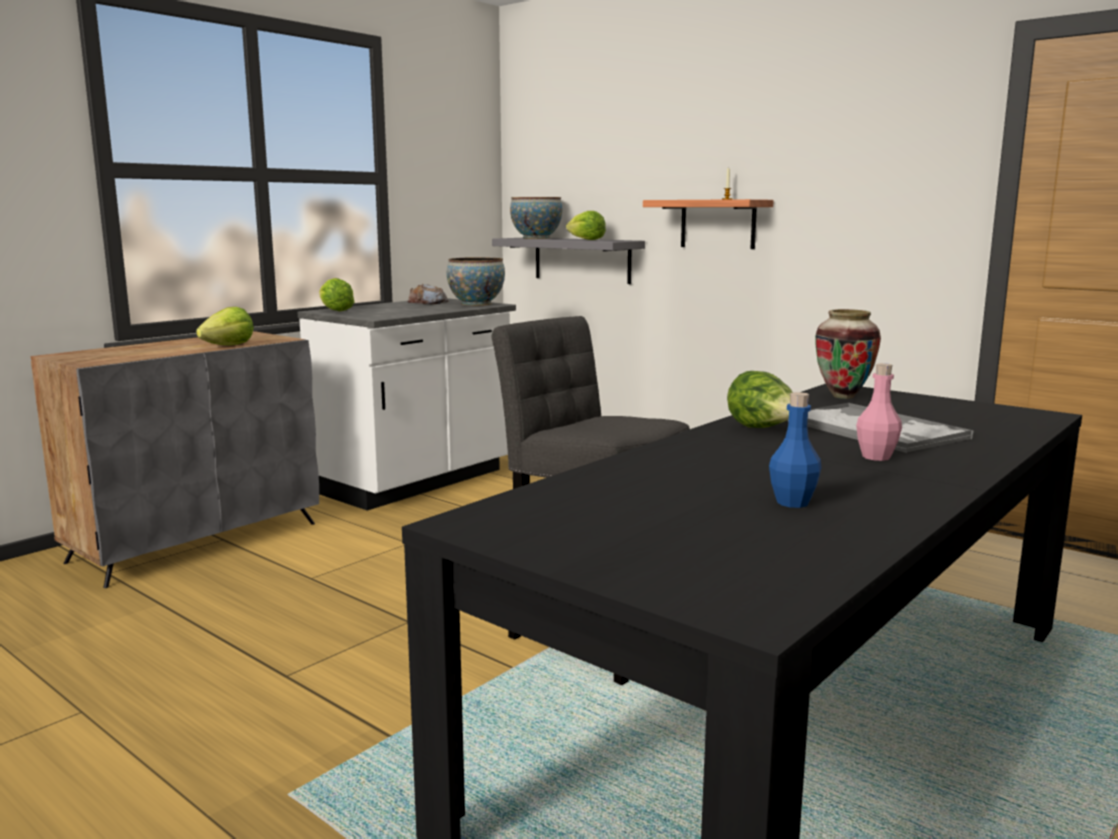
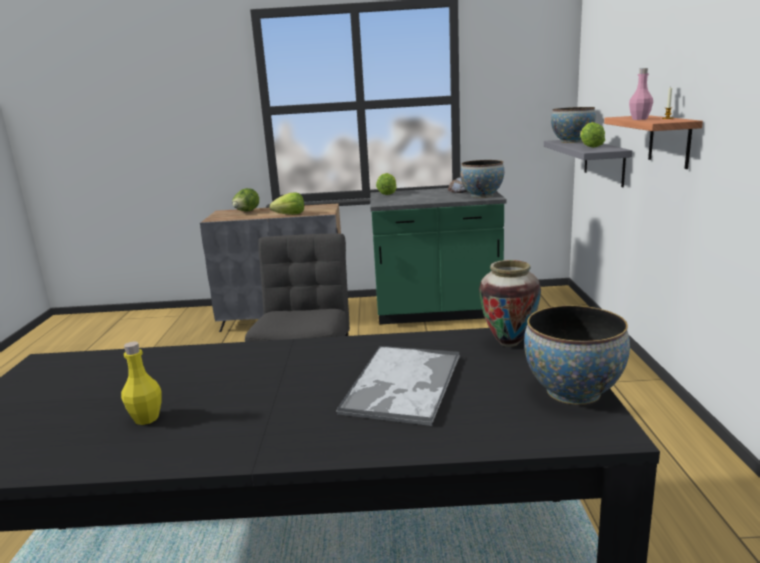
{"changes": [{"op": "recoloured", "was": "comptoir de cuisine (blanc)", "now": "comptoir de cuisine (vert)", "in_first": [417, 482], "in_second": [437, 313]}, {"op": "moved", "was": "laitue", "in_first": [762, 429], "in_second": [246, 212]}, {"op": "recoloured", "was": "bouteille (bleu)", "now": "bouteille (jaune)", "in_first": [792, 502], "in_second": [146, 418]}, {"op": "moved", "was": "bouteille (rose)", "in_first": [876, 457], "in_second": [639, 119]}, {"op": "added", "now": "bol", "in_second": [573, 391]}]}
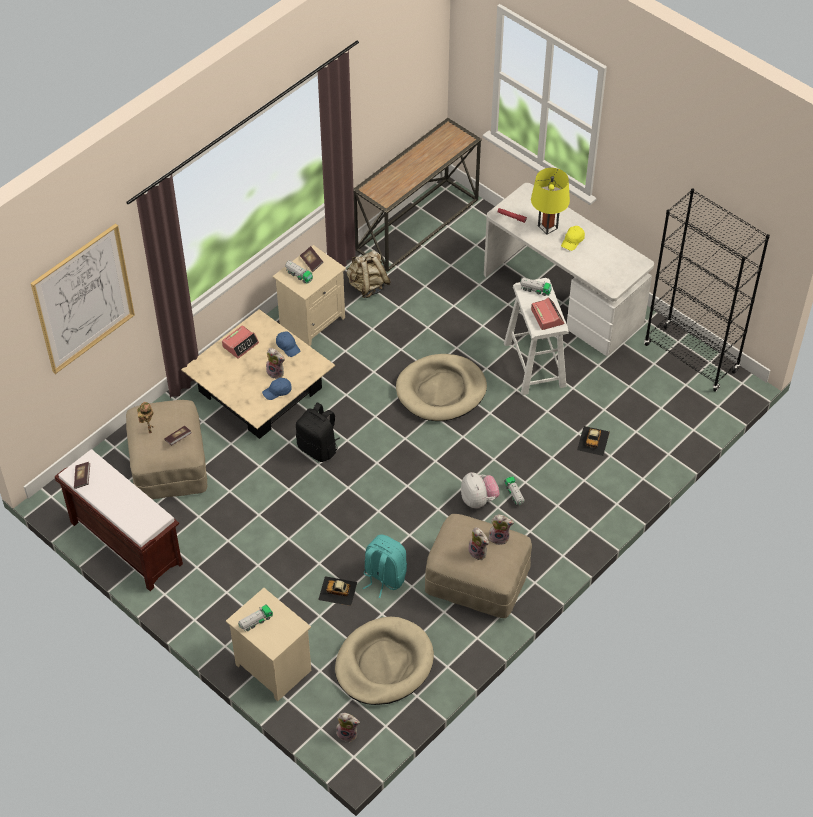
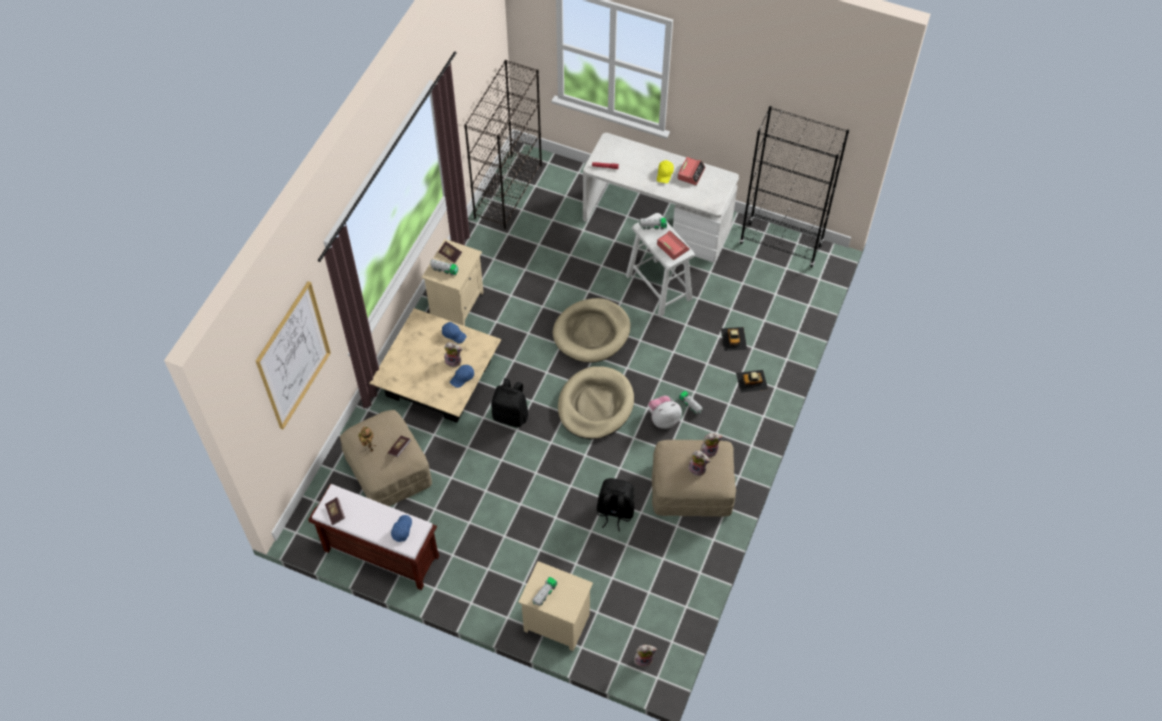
{"changes": [{"op": "moved", "was": "réveil", "in_first": [240, 344], "in_second": [691, 173]}, {"op": "moved", "was": "petite voiture", "in_first": [338, 591], "in_second": [752, 381]}, {"op": "moved", "was": "panier pour chien (beige)", "in_first": [384, 664], "in_second": [595, 405]}, {"op": "removed", "was": "sac à dos (beige)", "in_first": [367, 286]}, {"op": "replaced", "was": "table console", "now": "bibliothèque (noir)", "in_first": [416, 223], "in_second": [508, 191]}, {"op": "recoloured", "was": "sac à dos (turquoise)", "now": "sac à dos (noir)", "in_first": [384, 577], "in_second": [614, 512]}, {"op": "turned", "was": "peluche", "in_first": [478, 500], "in_second": [663, 419], "clockwise": -75}, {"op": "removed", "was": "lampe de table (jaune)", "in_first": [547, 227]}, {"op": "added", "now": "casquette (bleu)", "in_second": [402, 530]}]}
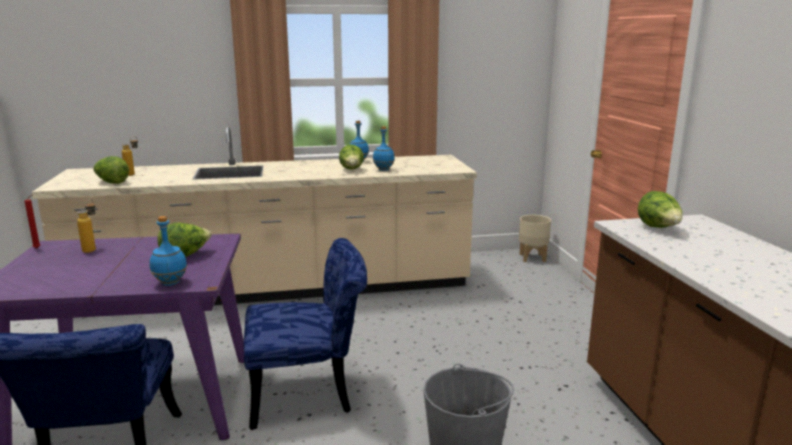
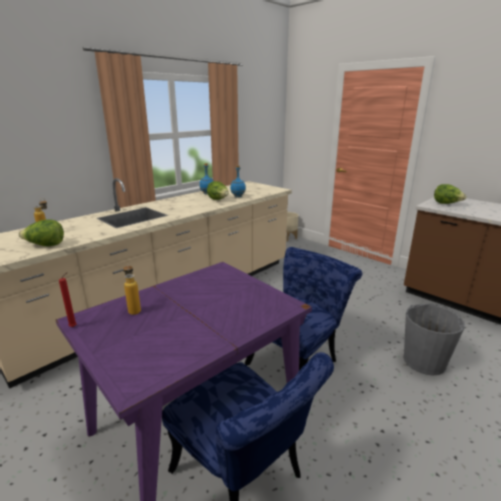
{"changes": [{"op": "removed", "was": "bouteille (bleu)", "in_first": [170, 283]}, {"op": "removed", "was": "laitue", "in_first": [185, 256]}]}
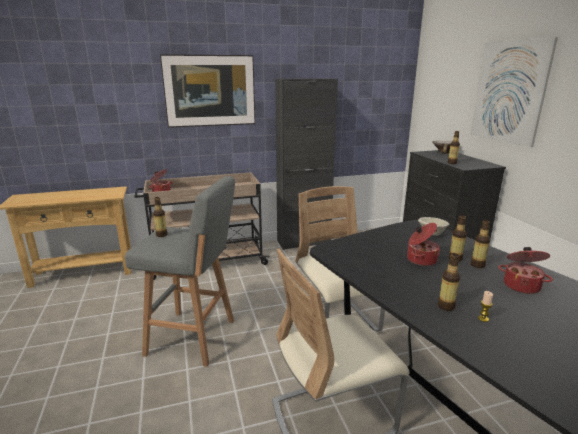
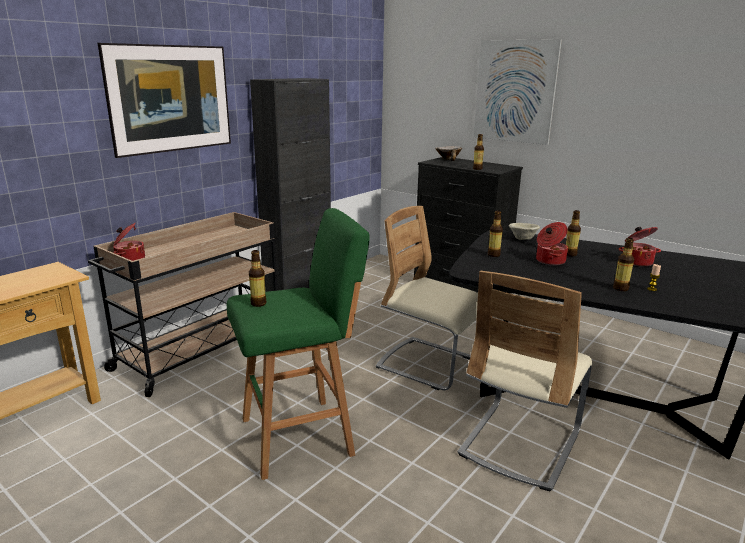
{"changes": [{"op": "recoloured", "was": "tabouret (gris)", "now": "tabouret (vert)", "in_first": [194, 338], "in_second": [301, 435]}, {"op": "moved", "was": "bouteille", "in_first": [477, 265], "in_second": [493, 255]}]}
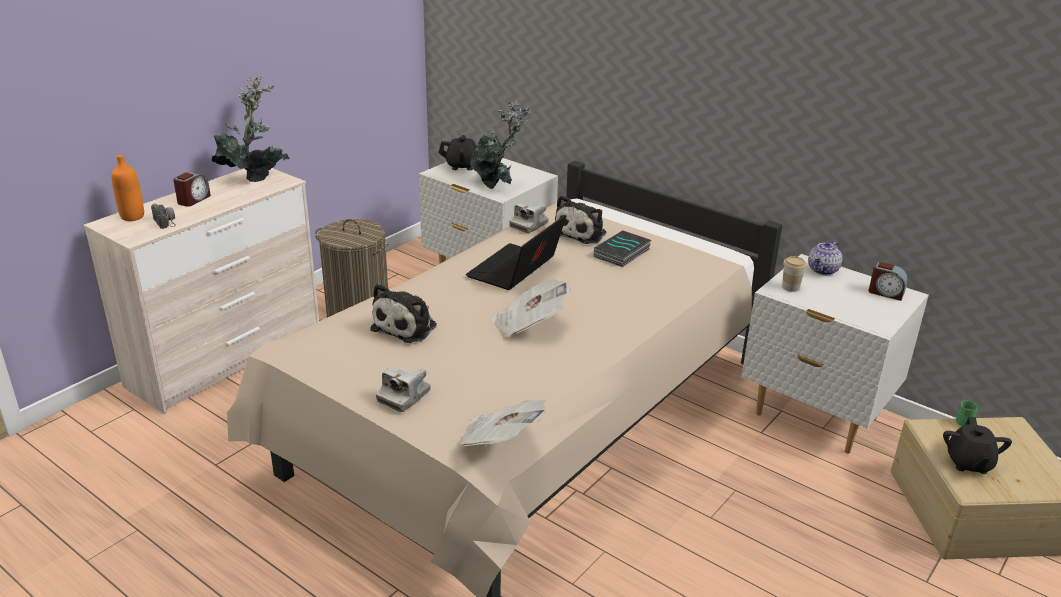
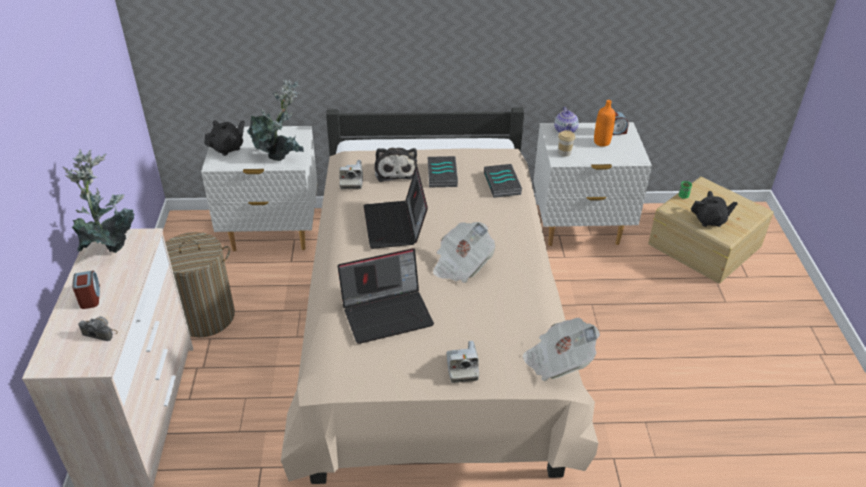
{"changes": [{"op": "moved", "was": "bouteille (orange)", "in_first": [132, 216], "in_second": [601, 142]}, {"op": "replaced", "was": "peluche", "now": "ordinateur portable", "in_first": [407, 326], "in_second": [387, 313]}, {"op": "turned", "was": "théière (noir)", "in_first": [968, 463], "in_second": [710, 220], "clockwise": -60}, {"op": "added", "now": "livre", "in_second": [503, 184]}]}
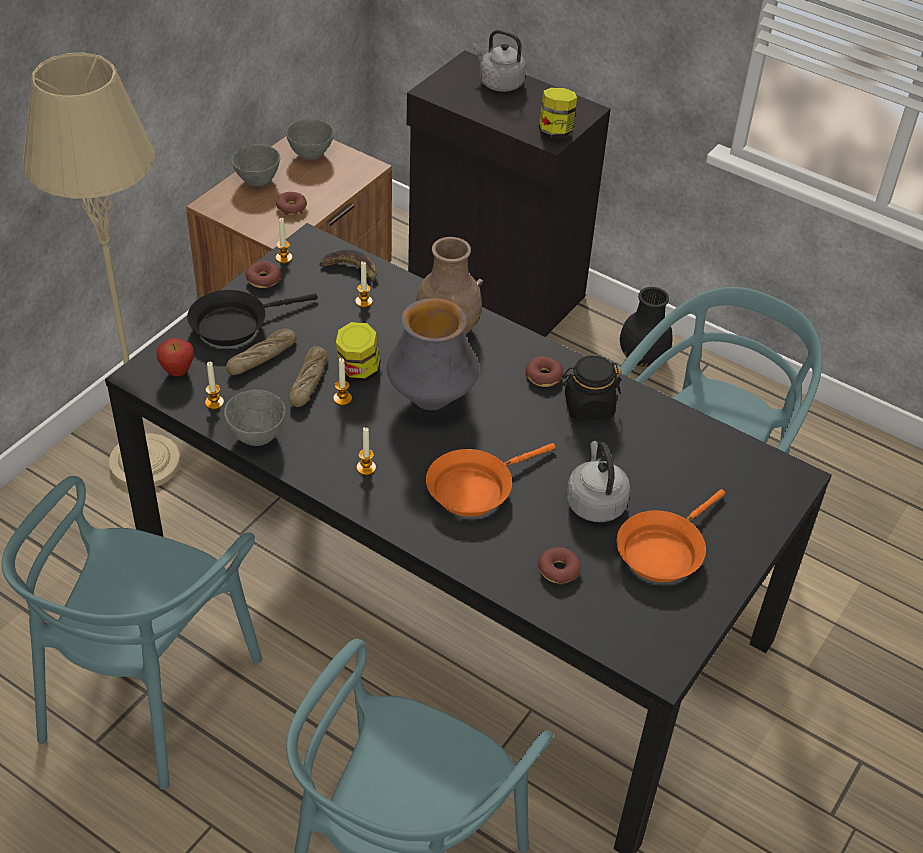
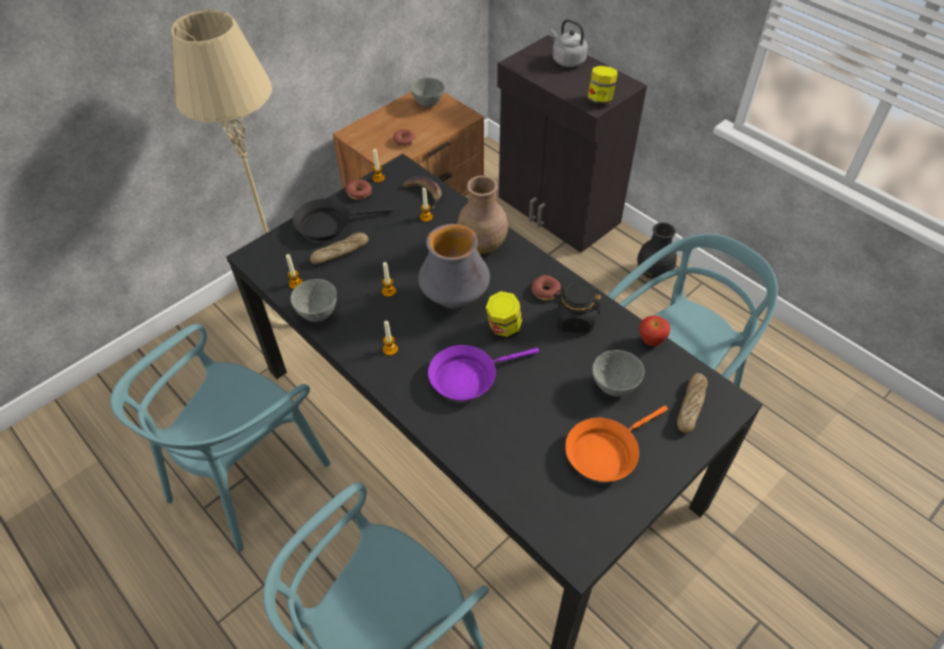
{"changes": [{"op": "moved", "was": "pomme", "in_first": [178, 372], "in_second": [651, 342]}, {"op": "moved", "was": "bol (gris)", "in_first": [258, 181], "in_second": [615, 387]}, {"op": "moved", "was": "pain", "in_first": [308, 381], "in_second": [691, 406]}, {"op": "moved", "was": "bocal", "in_first": [358, 371], "in_second": [504, 329]}, {"op": "recoloured", "was": "poêle (orange)", "now": "poêle (violet)", "in_first": [475, 488], "in_second": [468, 377]}, {"op": "removed", "was": "beignet", "in_first": [558, 570]}, {"op": "removed", "was": "bouilloire (gris)", "in_first": [595, 502]}]}
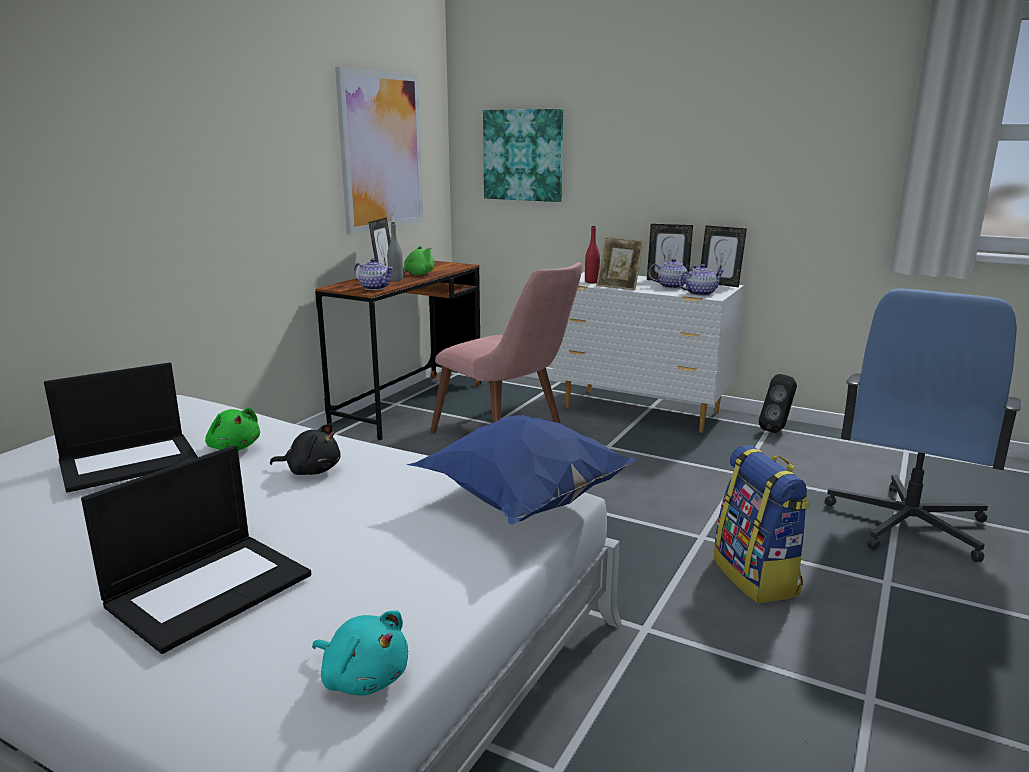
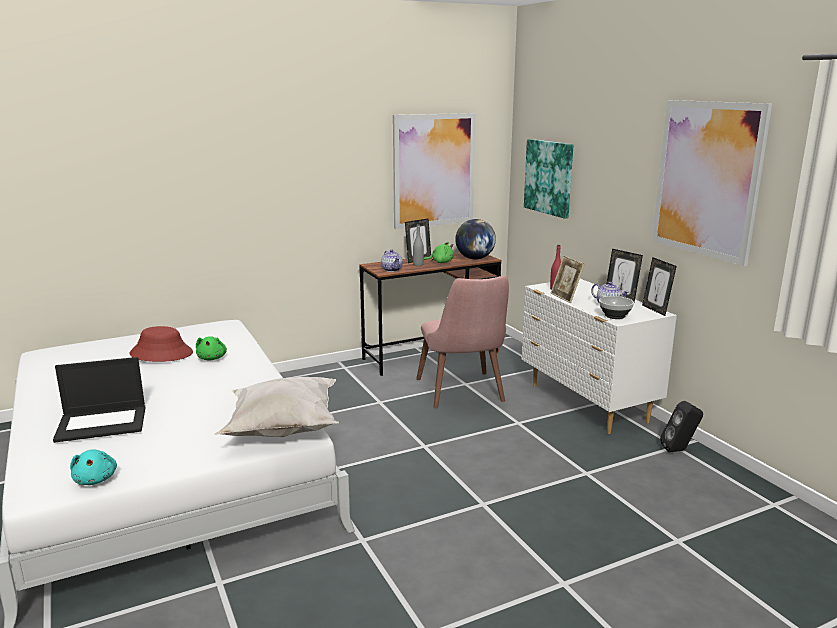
{"changes": [{"op": "replaced", "was": "ordinateur portable", "now": "chapeau (rouge)", "in_first": [130, 461], "in_second": [161, 353]}, {"op": "removed", "was": "peluche (noir)", "in_first": [311, 471]}, {"op": "recoloured", "was": "coussin (bleu)", "now": "coussin (blanc)", "in_first": [521, 503], "in_second": [282, 430]}, {"op": "replaced", "was": "théière", "now": "bol", "in_first": [699, 293], "in_second": [614, 316]}, {"op": "removed", "was": "sac à dos", "in_first": [757, 577]}, {"op": "removed", "was": "chaise de bureau (bleu)", "in_first": [906, 525]}, {"op": "added", "now": "globe", "in_second": [474, 258]}, {"op": "added", "now": "tableau", "in_second": [707, 179]}]}
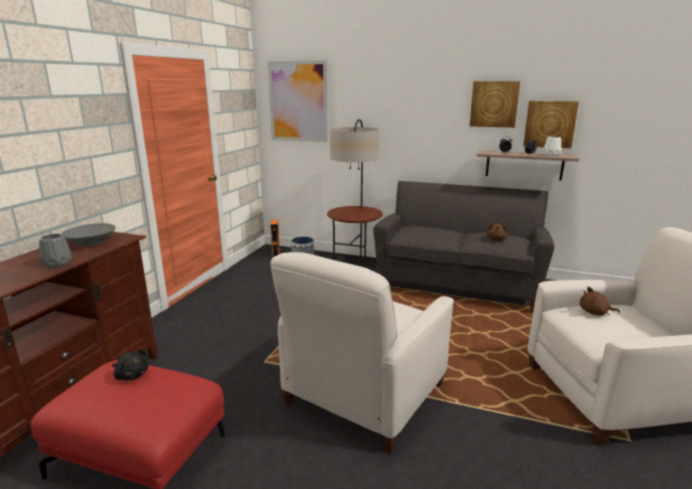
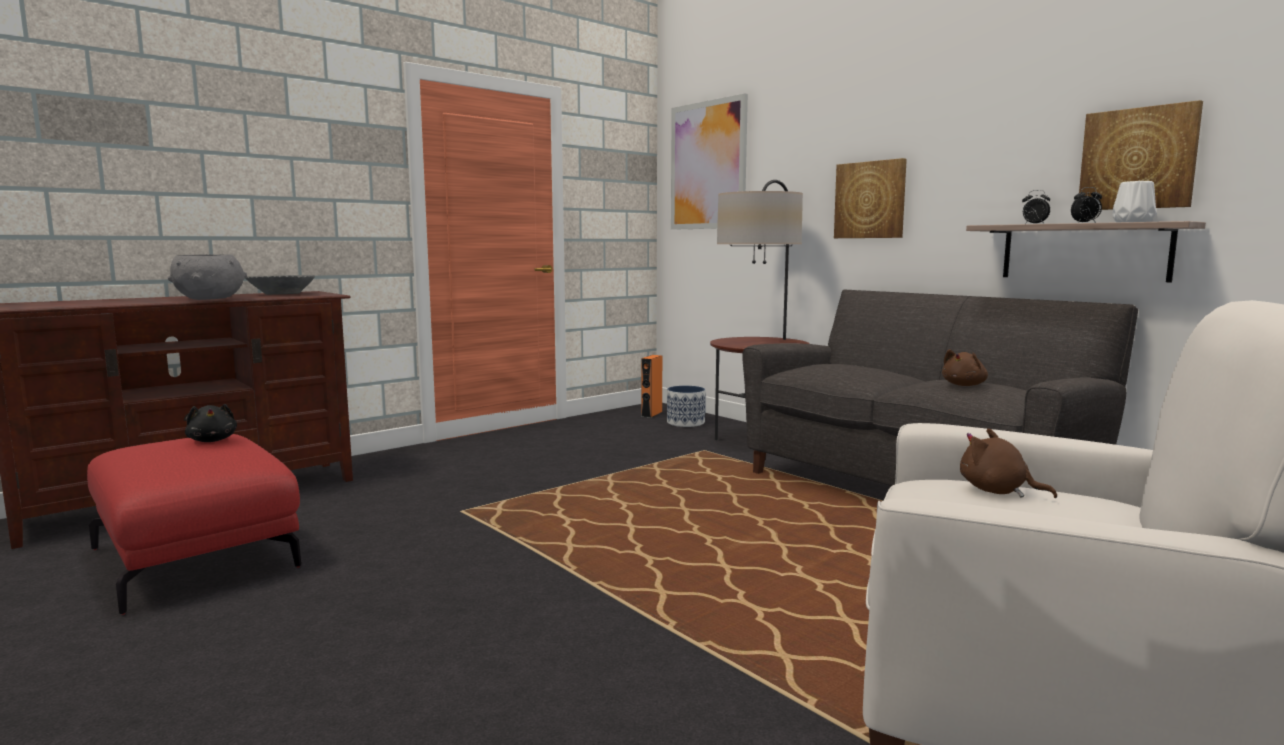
{"changes": [{"op": "replaced", "was": "vase (gris)", "now": "bol (gris)", "in_first": [56, 264], "in_second": [209, 299]}, {"op": "removed", "was": "fauteuil (blanc)", "in_first": [363, 394]}, {"op": "moved", "was": "tableau", "in_first": [494, 104], "in_second": [870, 200]}]}
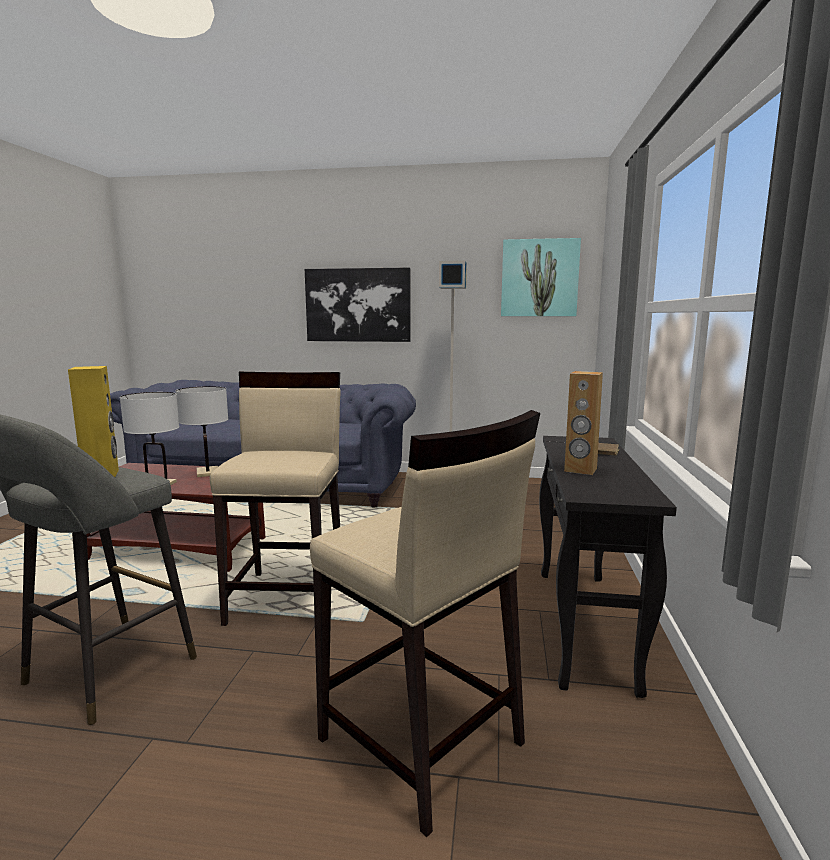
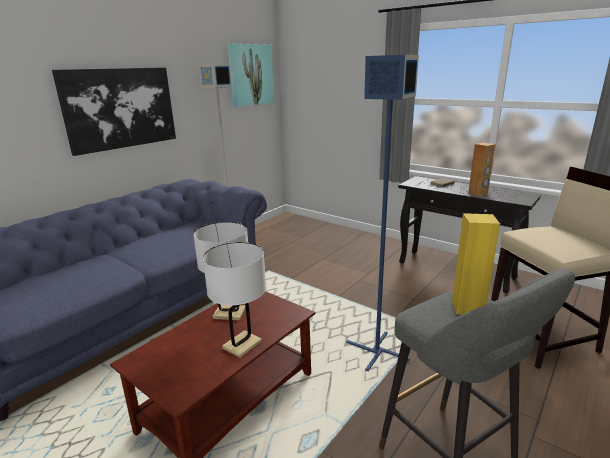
{"changes": [{"op": "replaced", "was": "tabouret (beige)", "now": "lampadaire (bleu)", "in_first": [288, 598], "in_second": [376, 351]}]}
